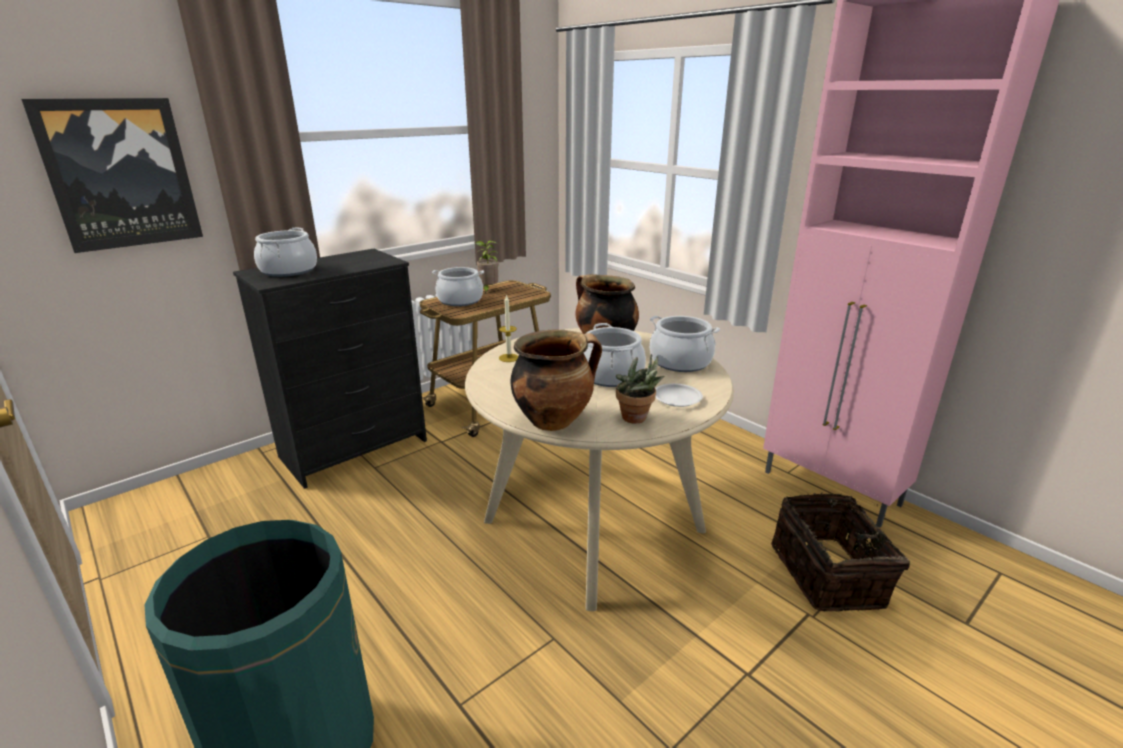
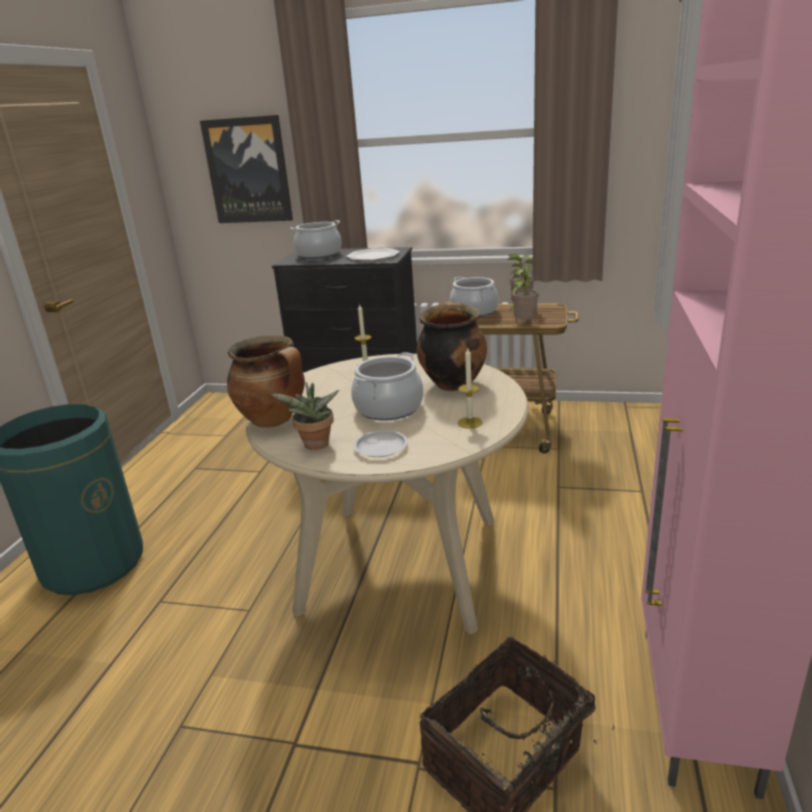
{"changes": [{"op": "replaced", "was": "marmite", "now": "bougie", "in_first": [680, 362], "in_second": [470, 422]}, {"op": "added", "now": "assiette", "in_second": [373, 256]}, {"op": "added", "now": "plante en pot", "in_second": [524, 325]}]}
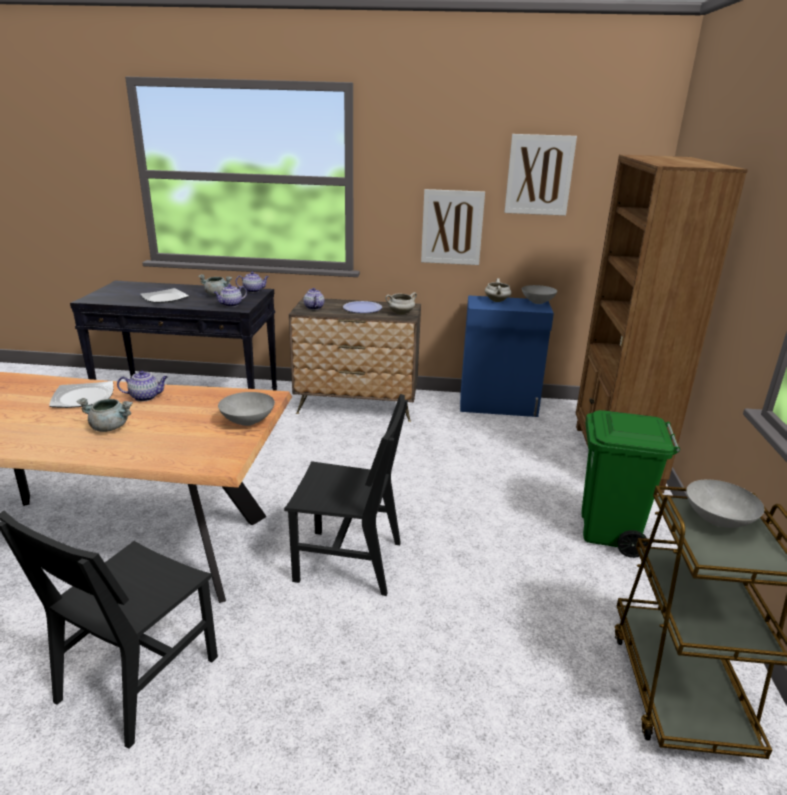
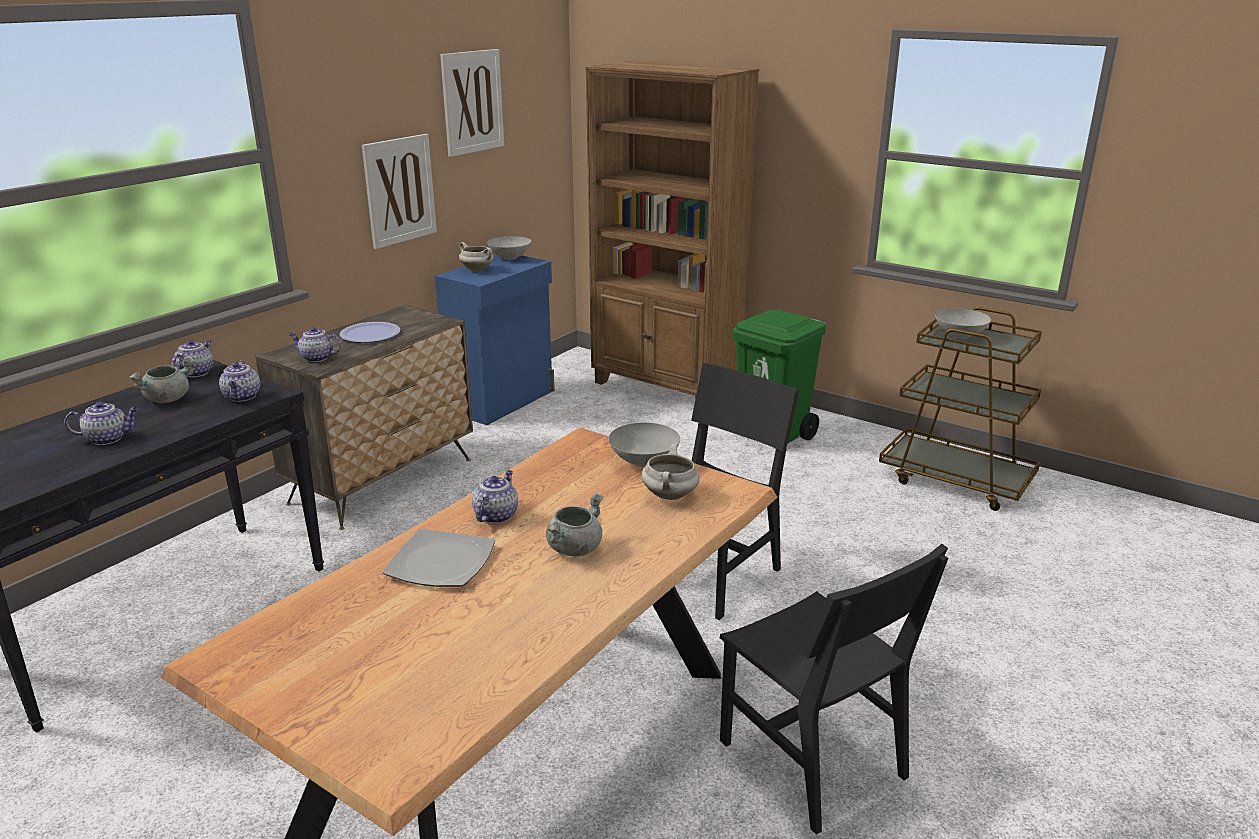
{"changes": [{"op": "replaced", "was": "assiette", "now": "théière", "in_first": [165, 298], "in_second": [108, 438]}, {"op": "moved", "was": "marmite (blanc)", "in_first": [400, 313], "in_second": [670, 496]}]}
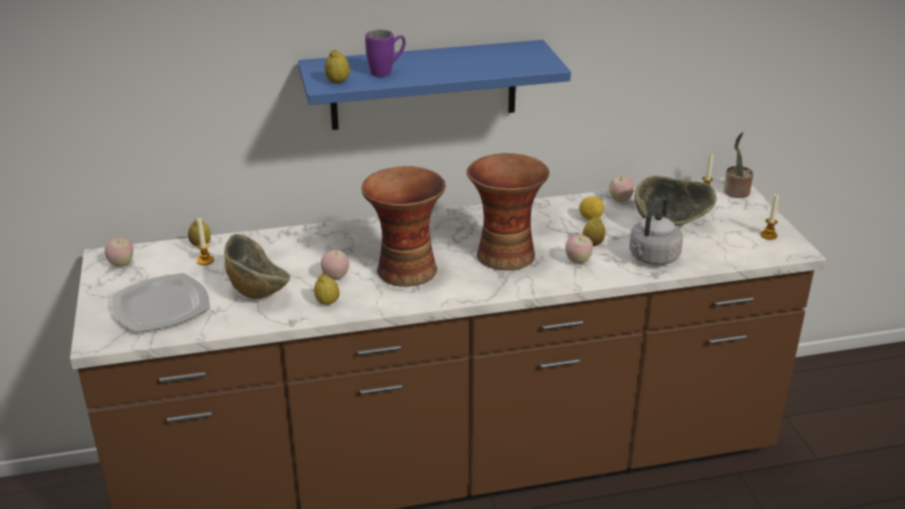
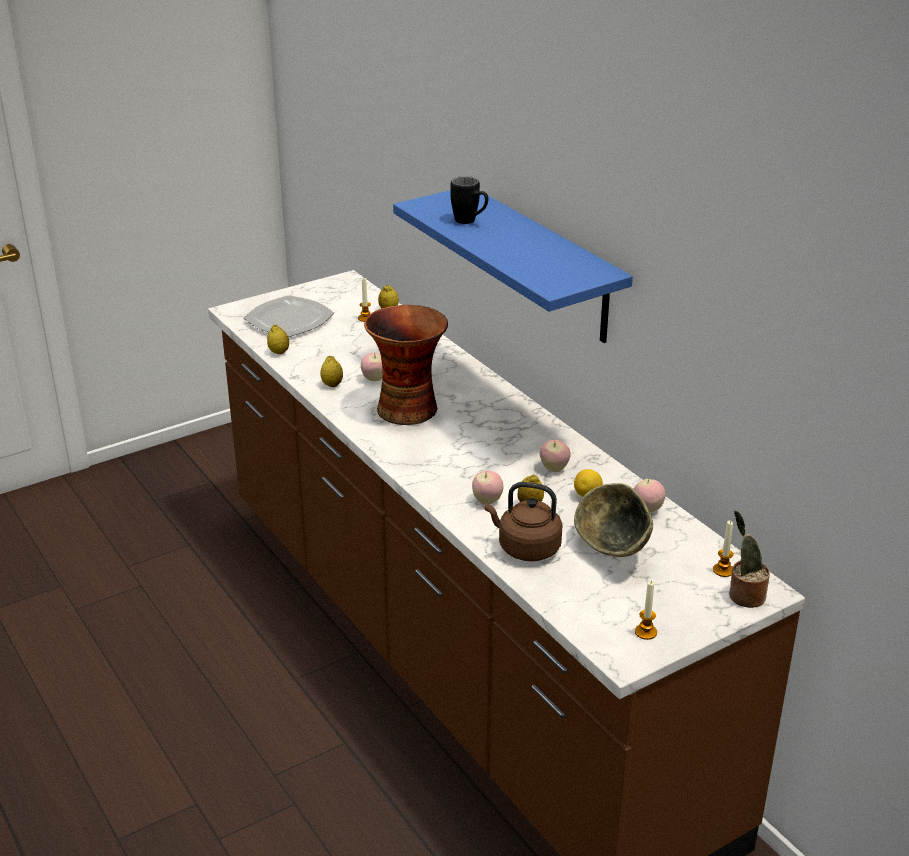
{"changes": [{"op": "moved", "was": "pomme", "in_first": [121, 264], "in_second": [554, 469]}, {"op": "removed", "was": "bol", "in_first": [257, 290]}, {"op": "moved", "was": "citron", "in_first": [337, 81], "in_second": [279, 352]}, {"op": "recoloured", "was": "mug (violet)", "now": "mug (noir)", "in_first": [387, 71], "in_second": [470, 222]}, {"op": "removed", "was": "vase", "in_first": [504, 254]}, {"op": "recoloured", "was": "bouilloire (gris)", "now": "bouilloire (marron)", "in_first": [652, 258], "in_second": [525, 548]}]}
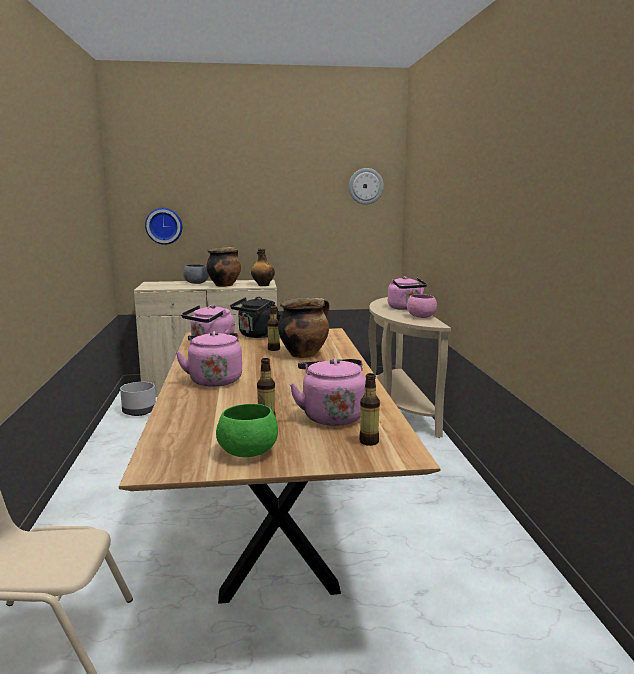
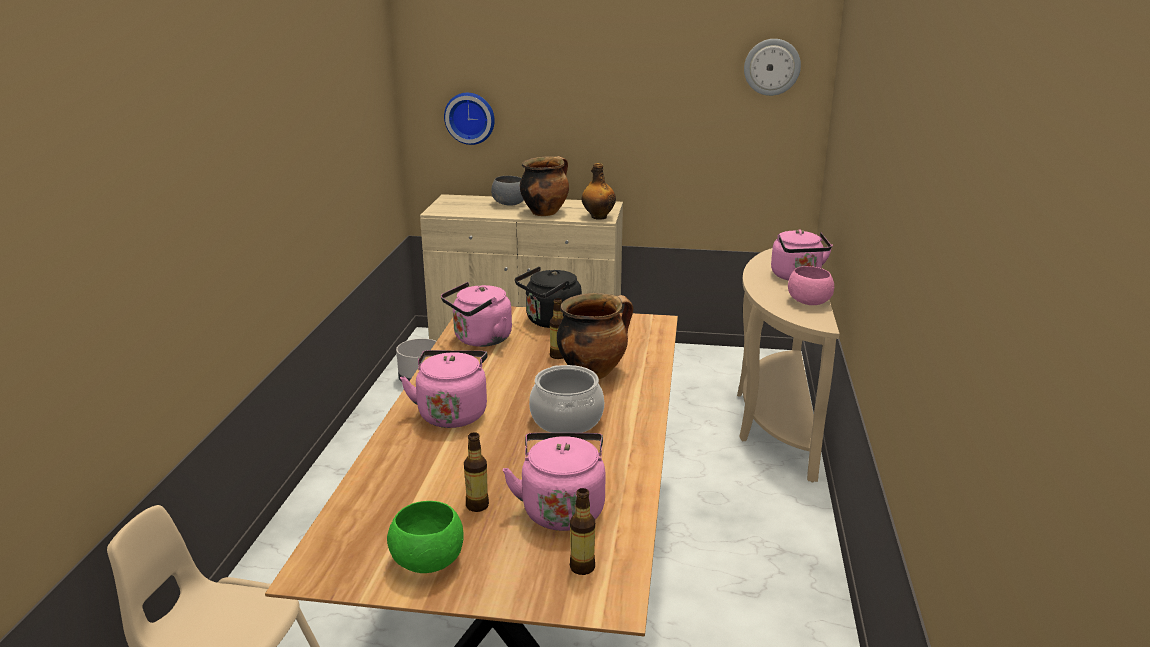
{"changes": [{"op": "added", "now": "marmite", "in_second": [567, 419]}]}
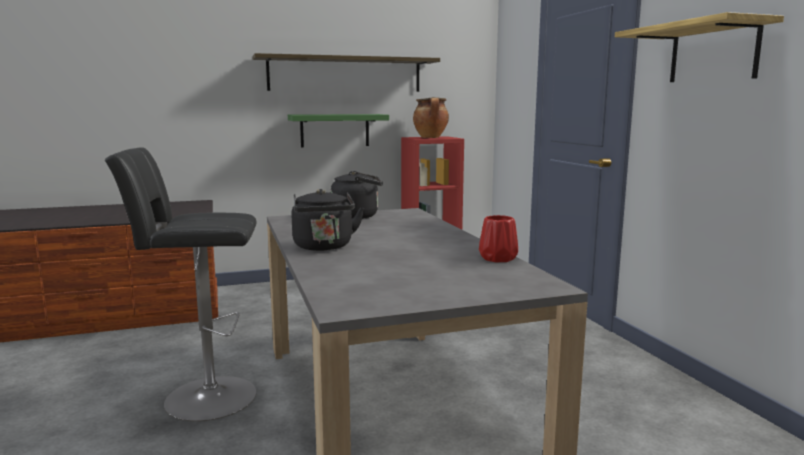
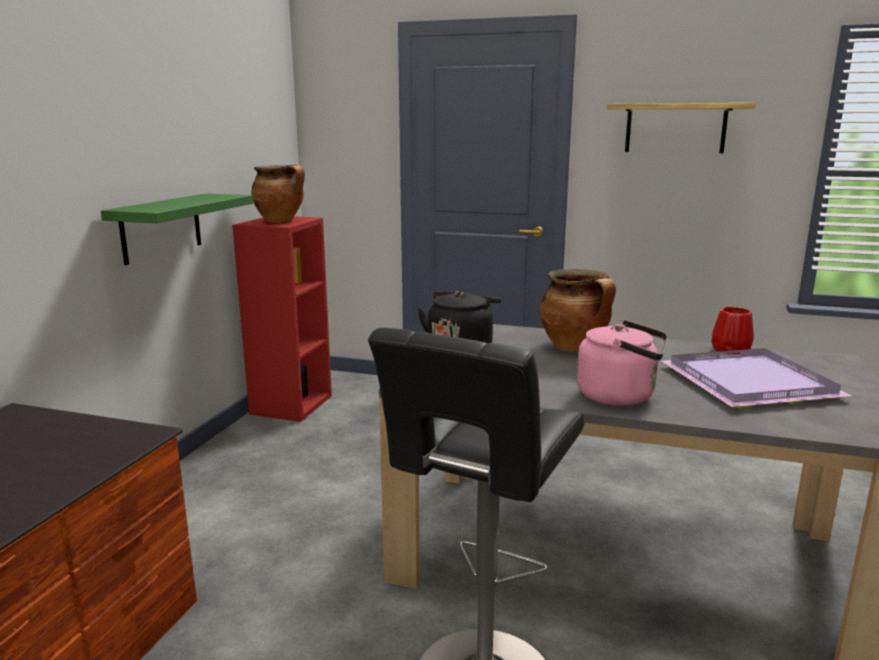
{"changes": [{"op": "removed", "was": "étagère", "in_first": [345, 74]}, {"op": "recoloured", "was": "bouilloire (noir)", "now": "bouilloire (rose)", "in_first": [324, 247], "in_second": [620, 396]}, {"op": "added", "now": "marmite", "in_second": [575, 347]}, {"op": "added", "now": "plateau (violet)", "in_second": [748, 384]}]}
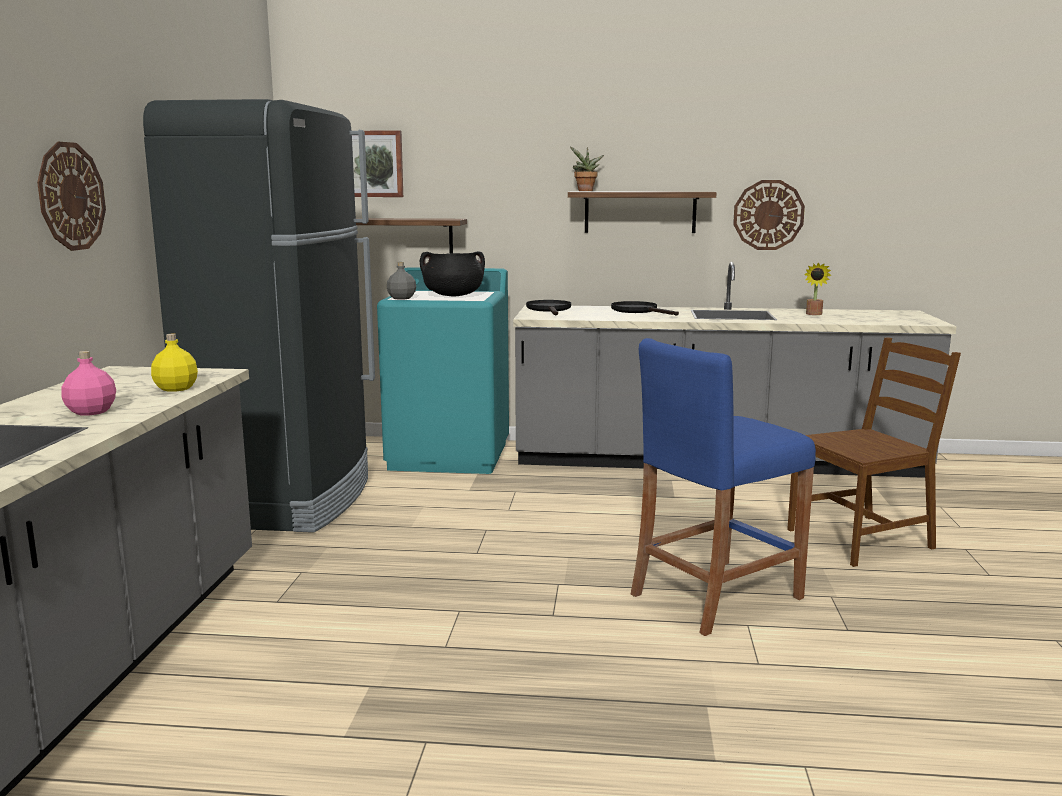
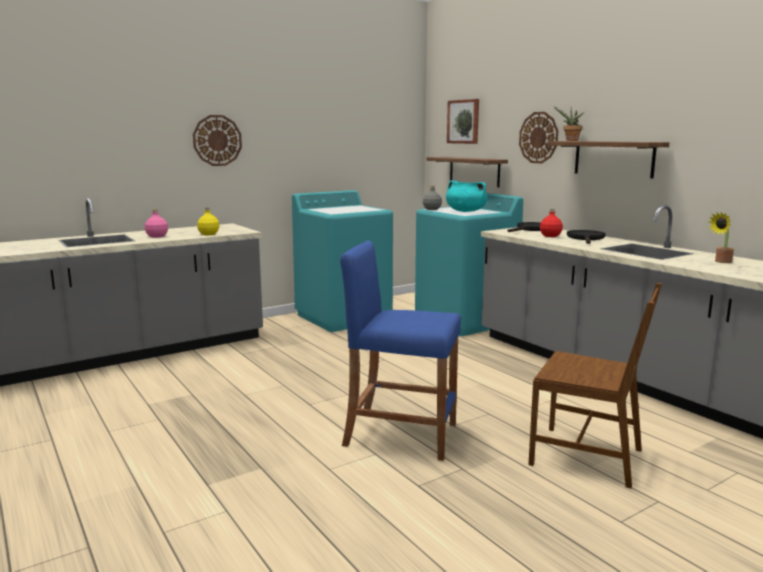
{"changes": [{"op": "replaced", "was": "réfrigérateur (noir)", "now": "lave-linge (turquoise)", "in_first": [287, 499], "in_second": [344, 317]}, {"op": "recoloured", "was": "marmite (noir)", "now": "marmite (turquoise)", "in_first": [453, 295], "in_second": [465, 211]}, {"op": "moved", "was": "horloge murale", "in_first": [768, 215], "in_second": [538, 137]}, {"op": "added", "now": "bouteille (rouge)", "in_second": [550, 236]}]}
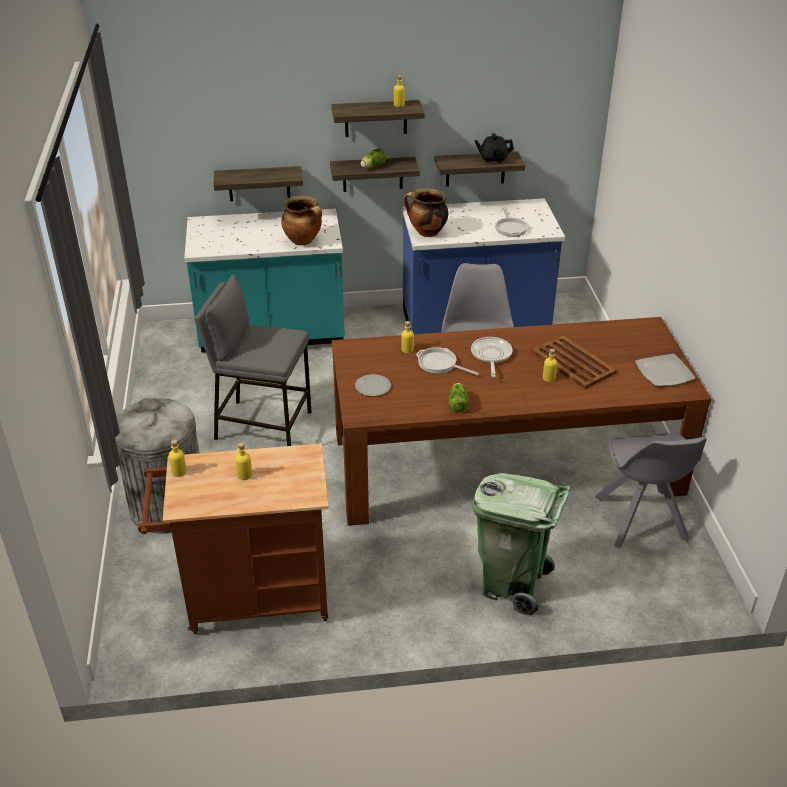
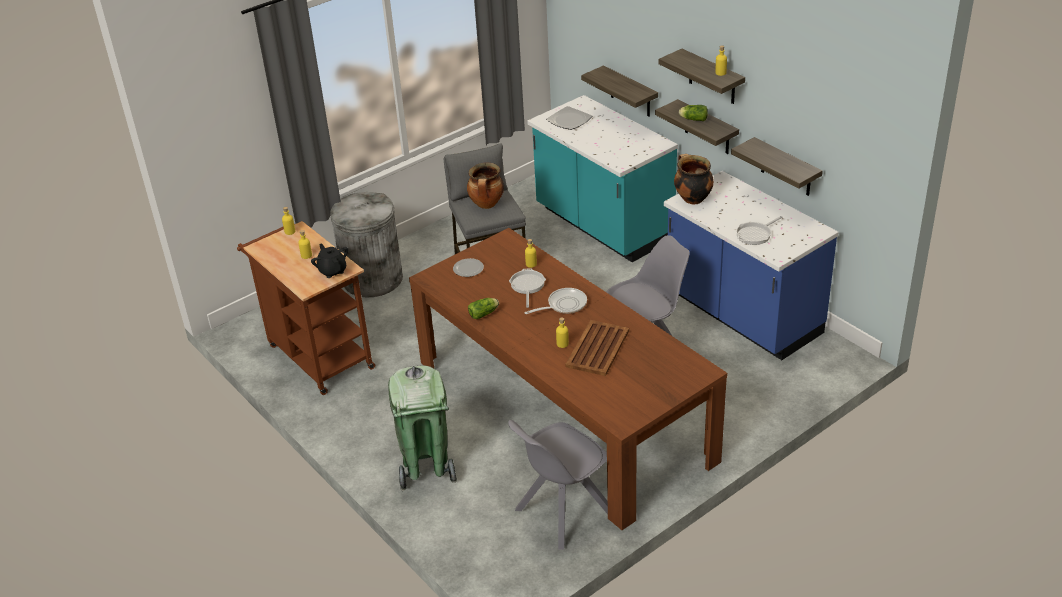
{"changes": [{"op": "moved", "was": "marmite", "in_first": [303, 241], "in_second": [487, 204]}, {"op": "moved", "was": "théière (noir)", "in_first": [493, 159], "in_second": [332, 270]}, {"op": "moved", "was": "assiette", "in_first": [664, 373], "in_second": [568, 120]}]}
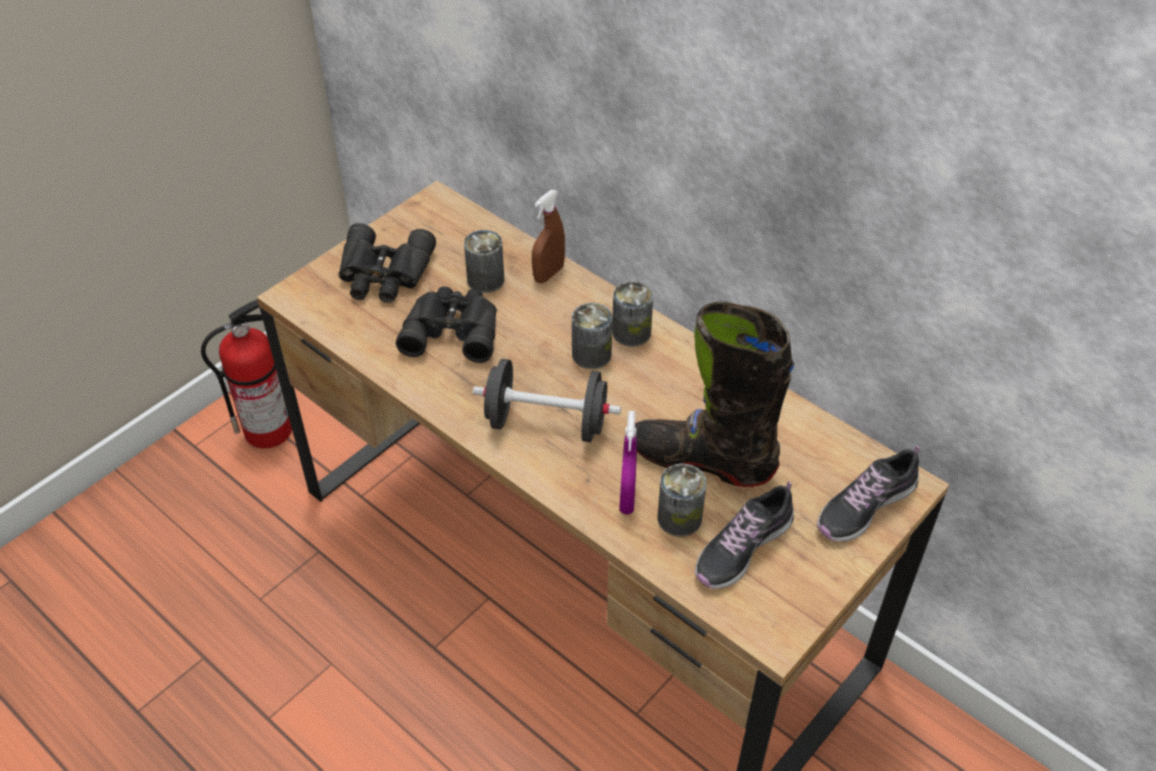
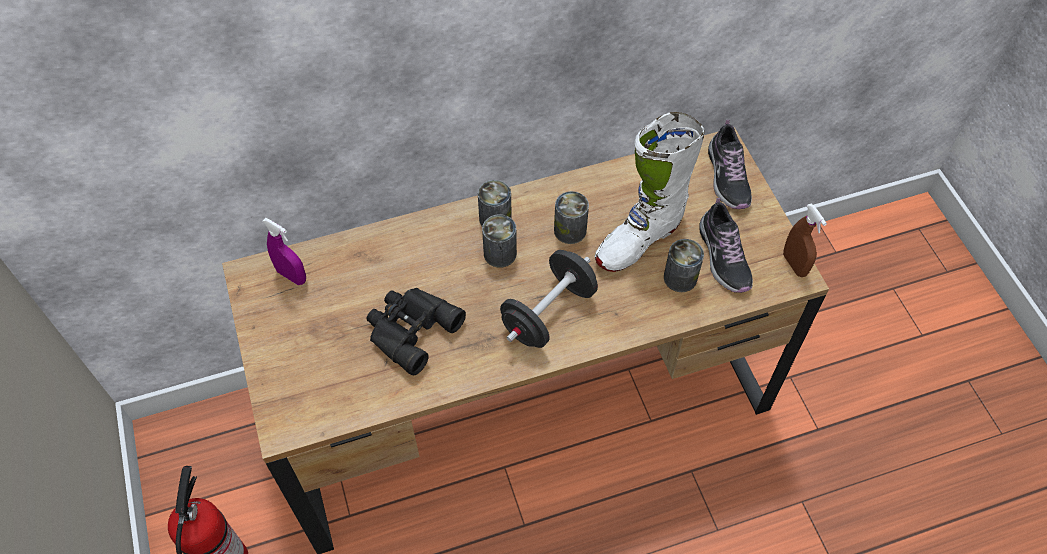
{"changes": [{"op": "removed", "was": "jumelles (noir)", "in_first": [384, 274]}, {"op": "moved", "was": "boîte métallique", "in_first": [485, 280], "in_second": [570, 230]}, {"op": "moved", "was": "vaporisateur (marron)", "in_first": [549, 274], "in_second": [794, 264]}, {"op": "moved", "was": "vaporisateur (violet)", "in_first": [627, 498], "in_second": [292, 276]}, {"op": "recoloured", "was": "botte (noir)", "now": "botte (blanc)", "in_first": [702, 460], "in_second": [639, 240]}]}
